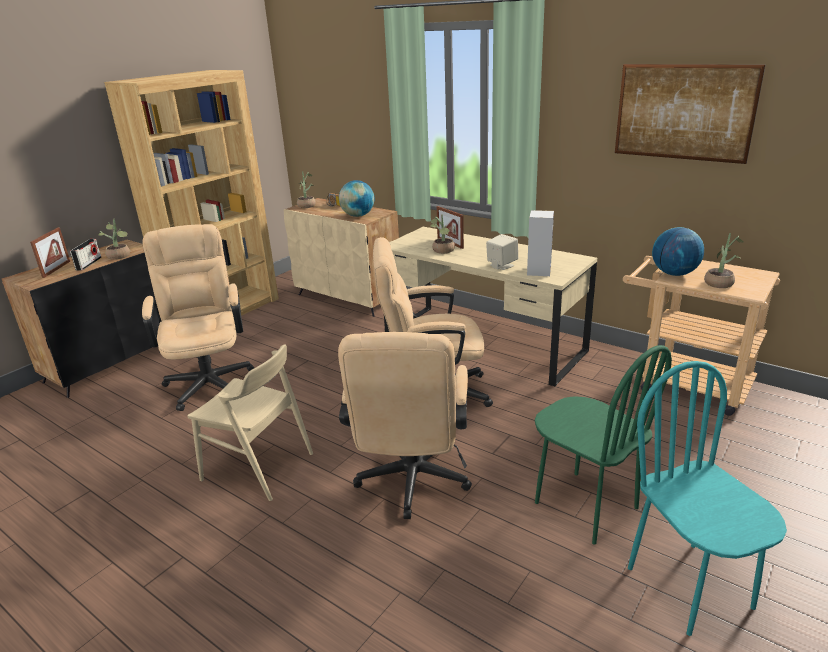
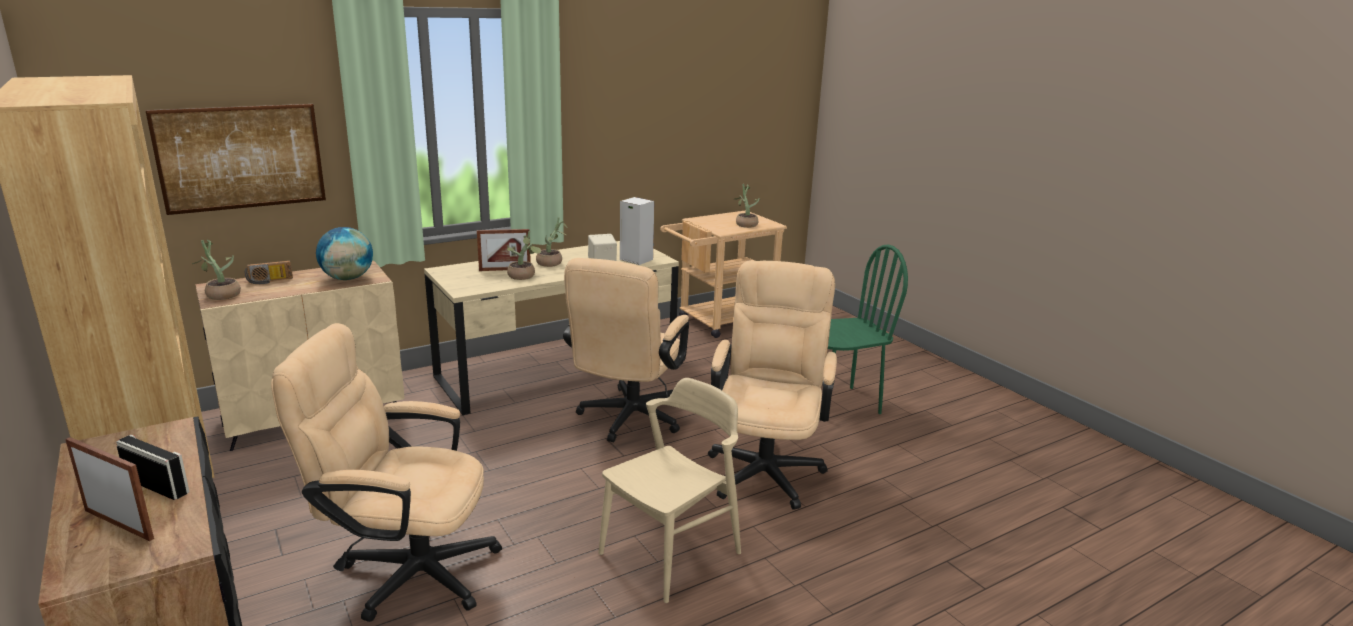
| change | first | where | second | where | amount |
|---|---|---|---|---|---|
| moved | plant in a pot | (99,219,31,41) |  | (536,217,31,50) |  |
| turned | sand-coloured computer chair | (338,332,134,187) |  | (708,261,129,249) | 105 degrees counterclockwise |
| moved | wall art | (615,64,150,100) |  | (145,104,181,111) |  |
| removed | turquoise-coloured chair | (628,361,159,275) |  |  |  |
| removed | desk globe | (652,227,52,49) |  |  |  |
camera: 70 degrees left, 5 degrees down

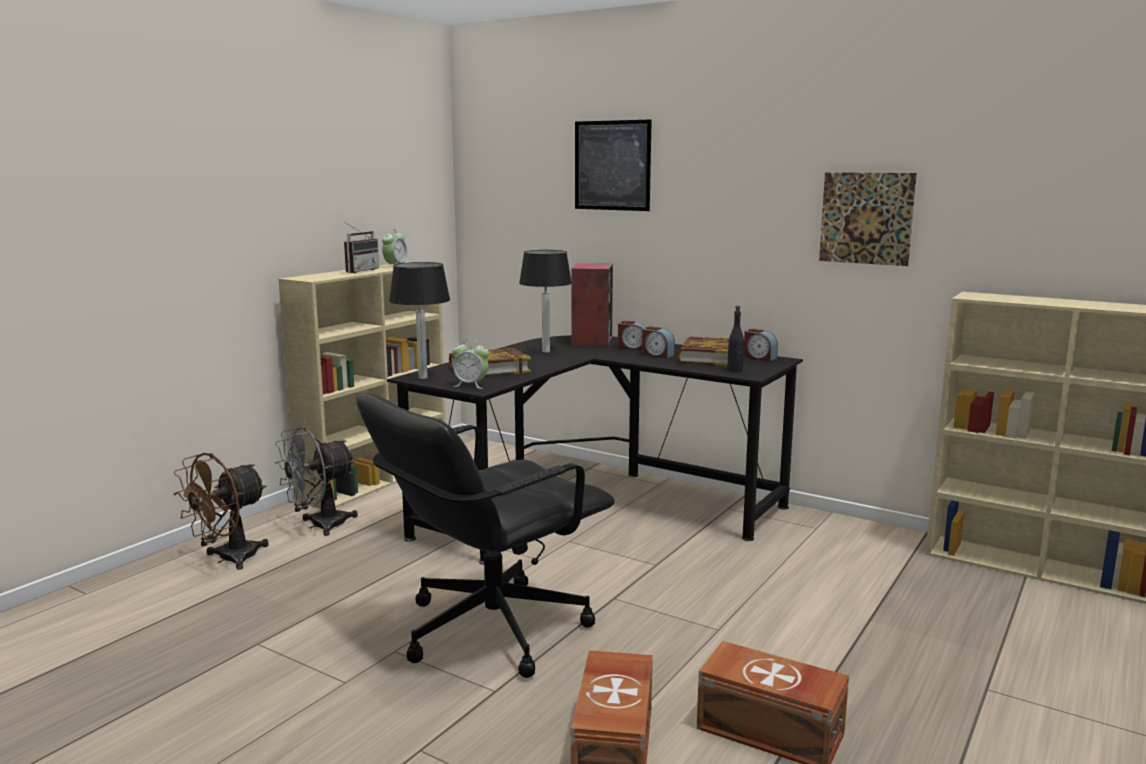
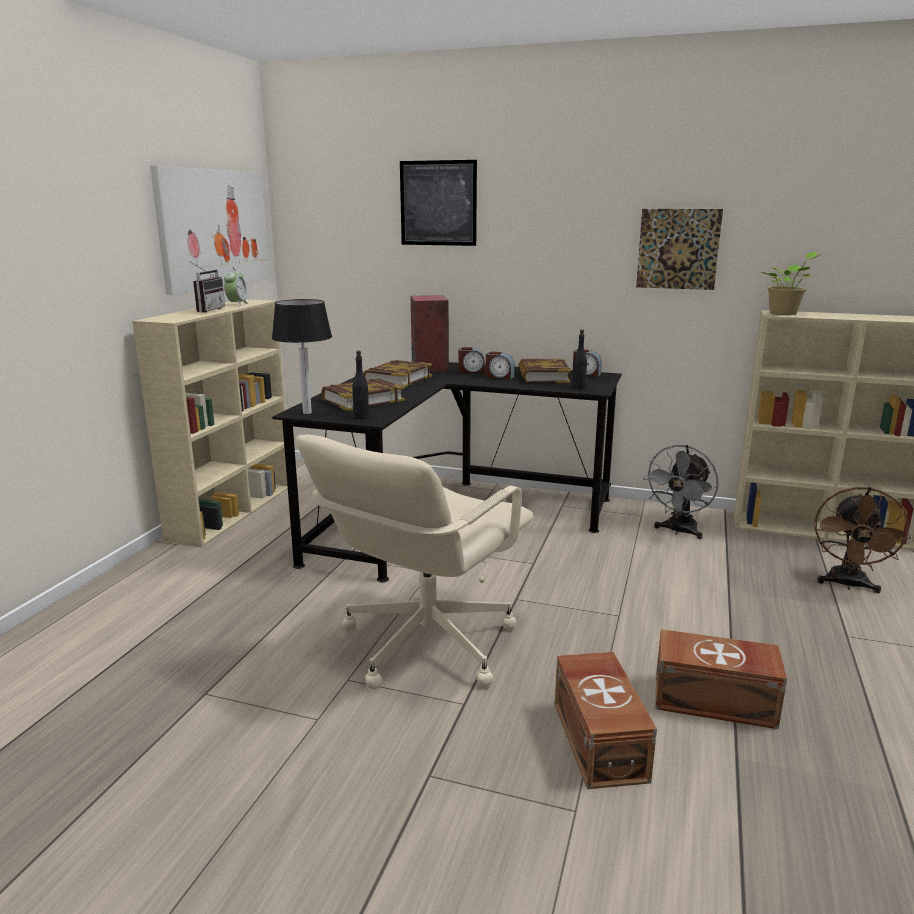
| change | first | where | second | where | amount |
|---|---|---|---|---|---|
| moved | brown-coloured electric fan | (173,453,96,117) |  | (815,487,96,106) |  |
| moved | greyish electric fan | (275,427,83,109) |  | (643,445,75,94) |  |
| recoloured | blackish computer chair | (356,393,259,285) | sand-coloured computer chair | (296,435,238,254) |  |
| replaced | alarm clock | (453,339,36,50) | blackish drink bottle | (352,351,17,68) |  |
| replaced | tabletop lamp | (519,250,53,103) | bound book | (363,360,69,27) |  |
| added |  |  | wall art | (150,165,120,130) |  |
| added |  |  | plant in a pot | (761,252,60,63) |  |
camera: 15 degrees left, 5 degrees up

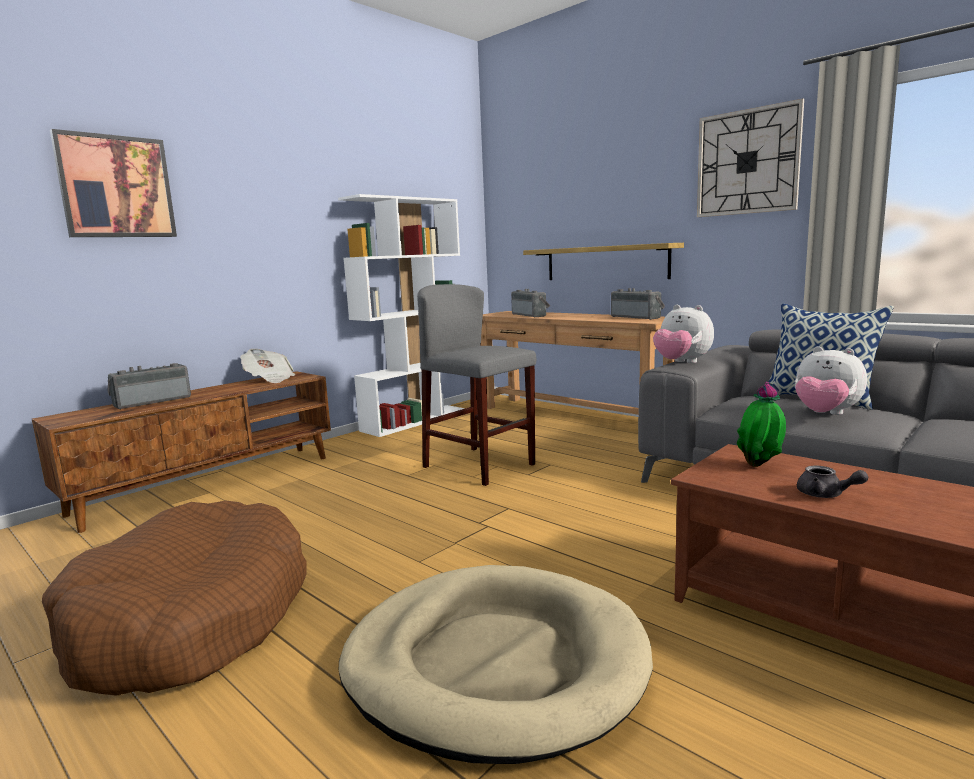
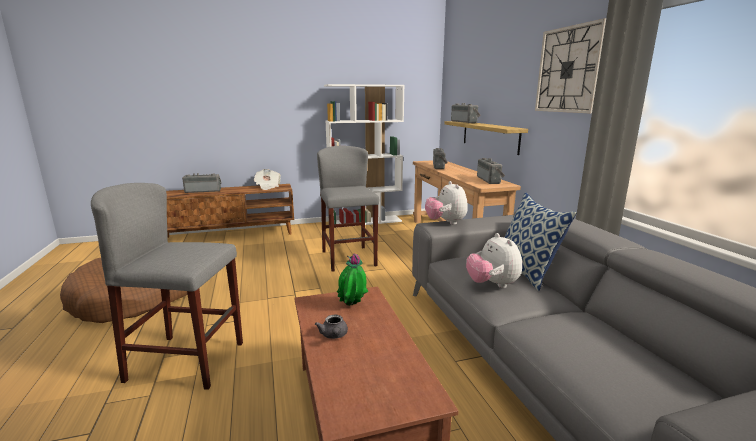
| change | first | where | second | where | amount |
|---|---|---|---|---|---|
| removed | wall art | (50,129,127,108) |  |  |  |
| replaced | sand-coloured dog cushion | (339,565,314,199) | greyish sitting stool | (91,183,152,207) |  |
| added |  |  | radio set | (451,103,29,20) |  |
camera: 30 degrees right, 5 degrees up

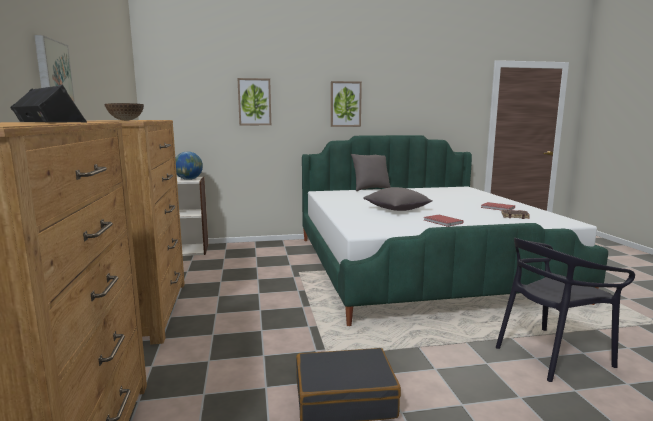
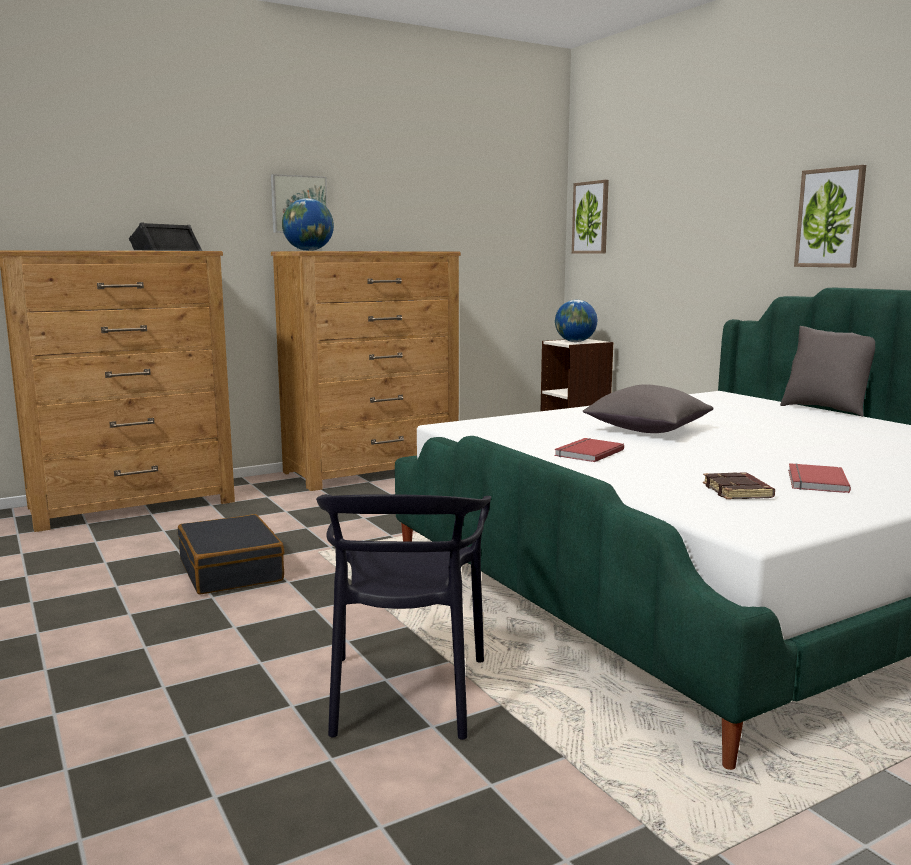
| change | first | where | second | where | amount |
|---|---|---|---|---|---|
| replaced | bowl | (104,103,40,18) | desk globe | (282,198,52,53) |  |
| moved | wall art | (237,78,34,47) |  | (572,180,37,74) |  |
| turned | blackish chair | (496,238,139,144) |  | (316,494,175,246) | 135 degrees counterclockwise |
camera: 70 degrees right, 0 degrees up

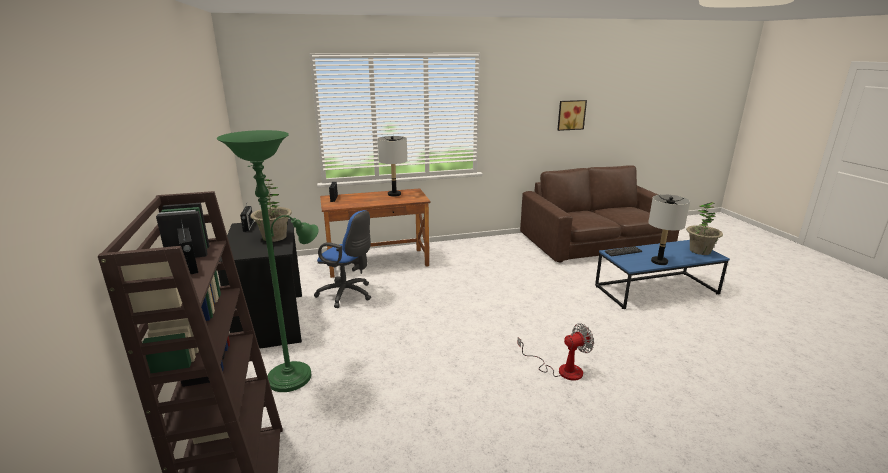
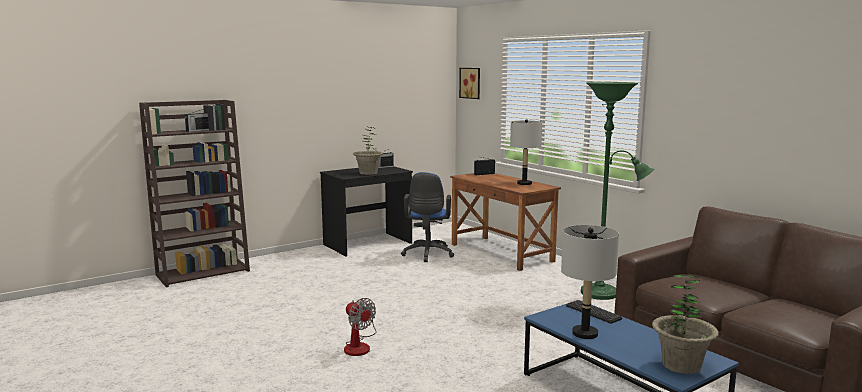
| change | first | where | second | where | amount |
|---|---|---|---|---|---|
| moved | green-coloured standing lamp | (217,130,102,262) |  | (581,82,73,218) |  |
| moved | wall art | (558,100,29,31) |  | (459,68,21,31) |  |
camera: 70 degrees right, 10 degrees down

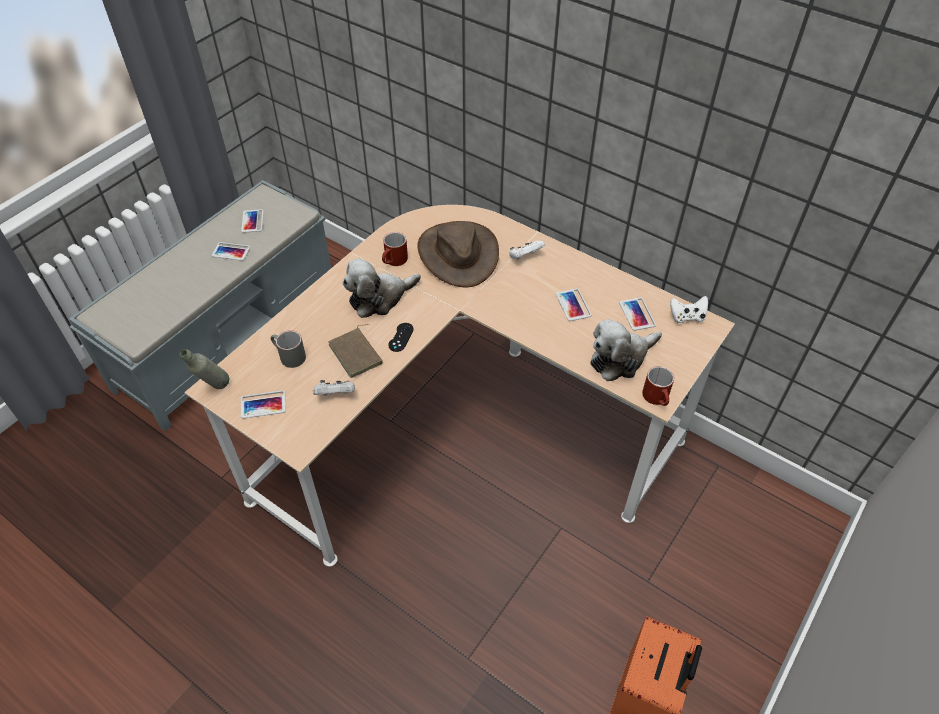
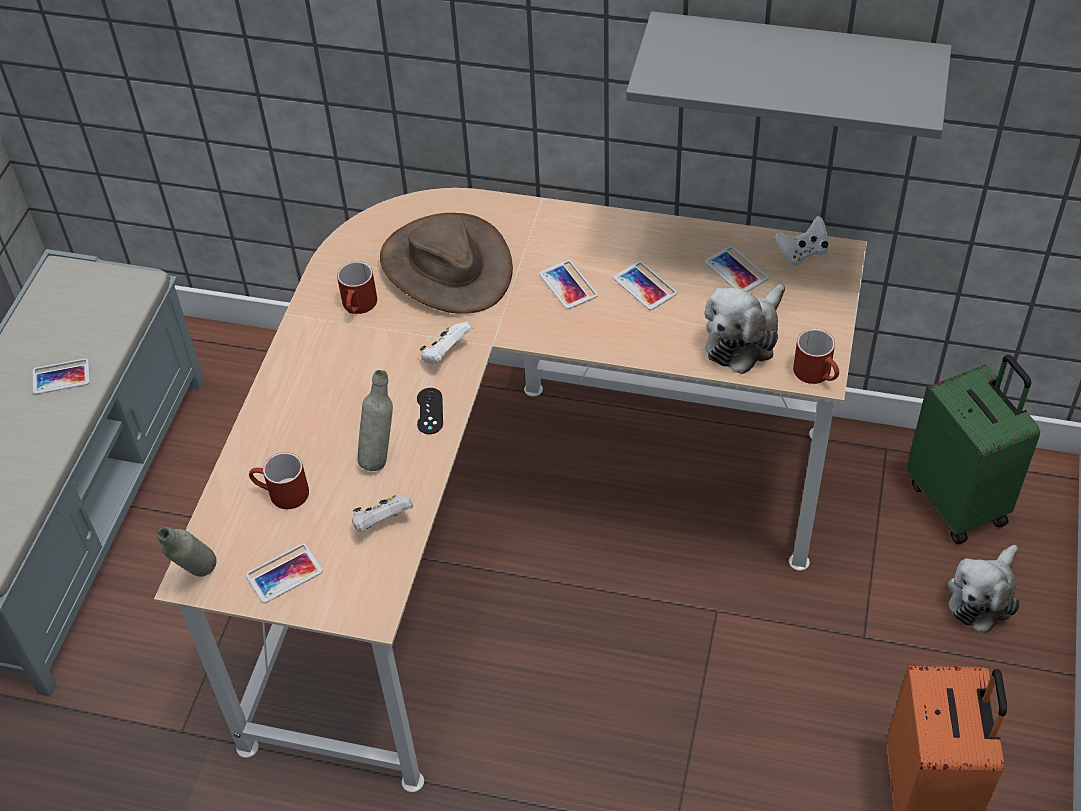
| change | first | where | second | where | amount |
|---|---|---|---|---|---|
| moved | handset | (241,209,23,24) |  | (539,260,59,49) |  |
| recoloured | greyish coffee mug | (271,330,35,38) | red coffee mug | (249,452,60,57) |  |
| replaced | brown-coloured bound book | (328,324,55,54) | greyish drink bottle | (357,370,36,101) |  |
| moved | cuddly toy | (342,258,79,60) |  | (948,545,72,89) |  |
| moved | white joypad | (509,241,36,19) |  | (420,322,52,42) |  |
| added |  |  | greyish shelf | (626,11,326,128) |  |
| added |  |  | green-coloured piece of luggage | (907,355,133,189) |  |
camera: 20 degrees left, 0 degrees up

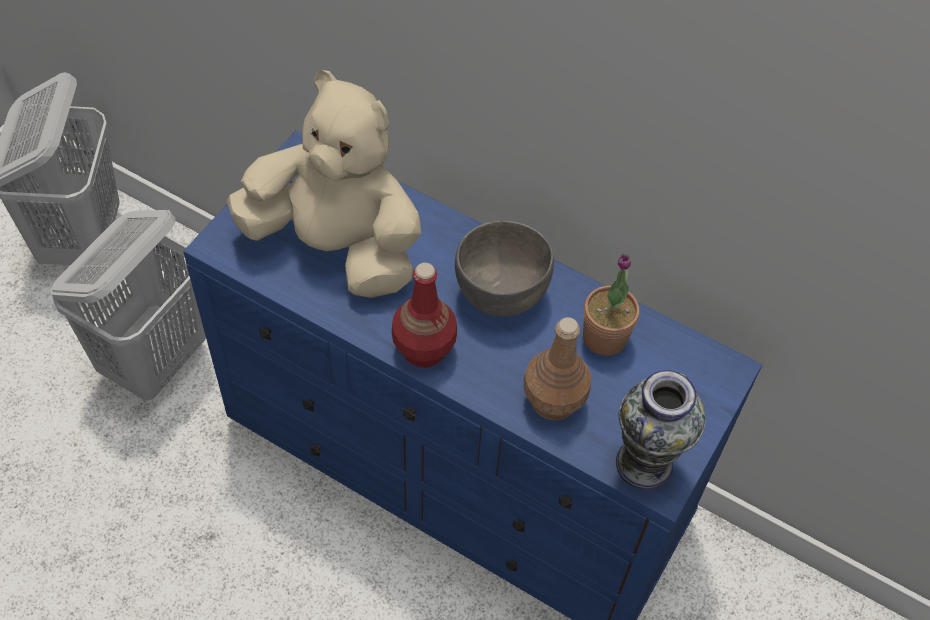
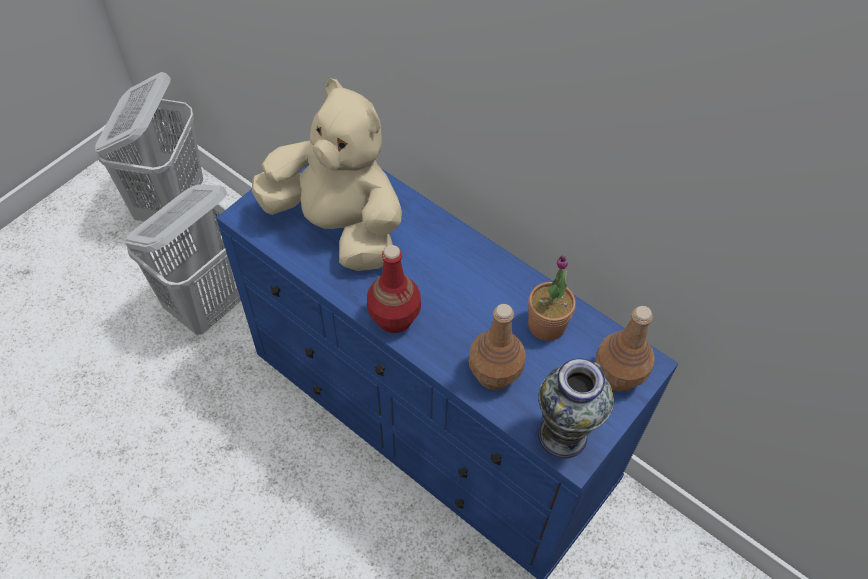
| change | first | where | second | where | amount |
|---|---|---|---|---|---|
| removed | greyish bowl | (455,221,99,96) |  |  |  |
| added |  |  | brown-coloured drink bottle | (595,306,60,86) |  |
camera: 10 degrees right, 0 degrees up

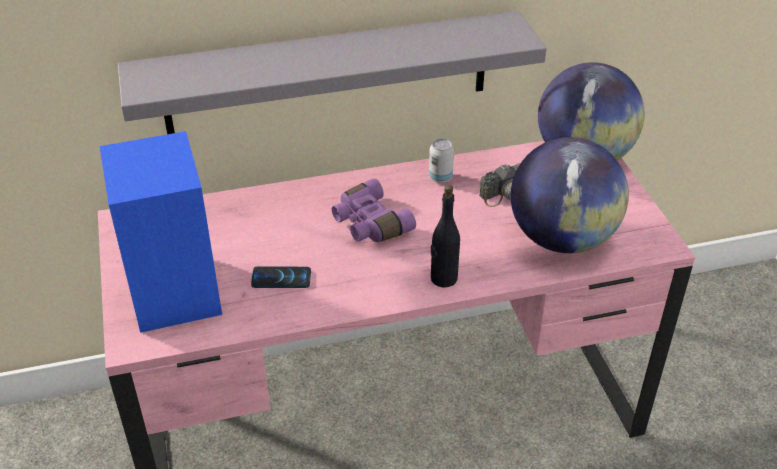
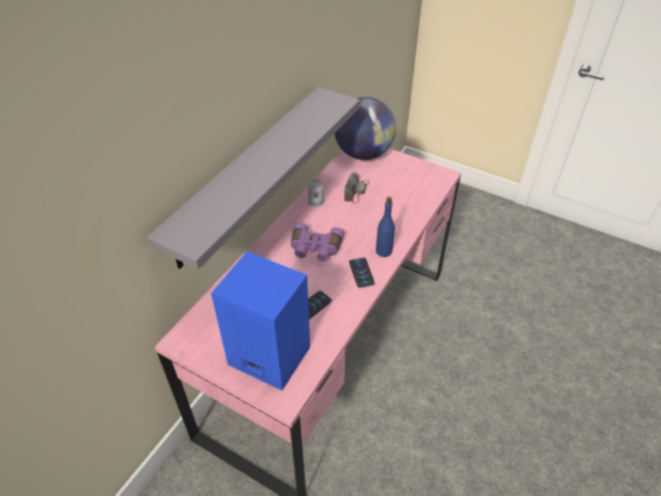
| change | first | where | second | where | amount |
|---|---|---|---|---|---|
| recoloured | blackish drink bottle | (431,185,29,103) | blue drink bottle | (376,197,19,60) |  |
| removed | desk globe | (511,137,118,116) |  |  |  |
| added |  |  | handset | (349,258,26,30) |  |
camera: 45 degrees left, 5 degrees up

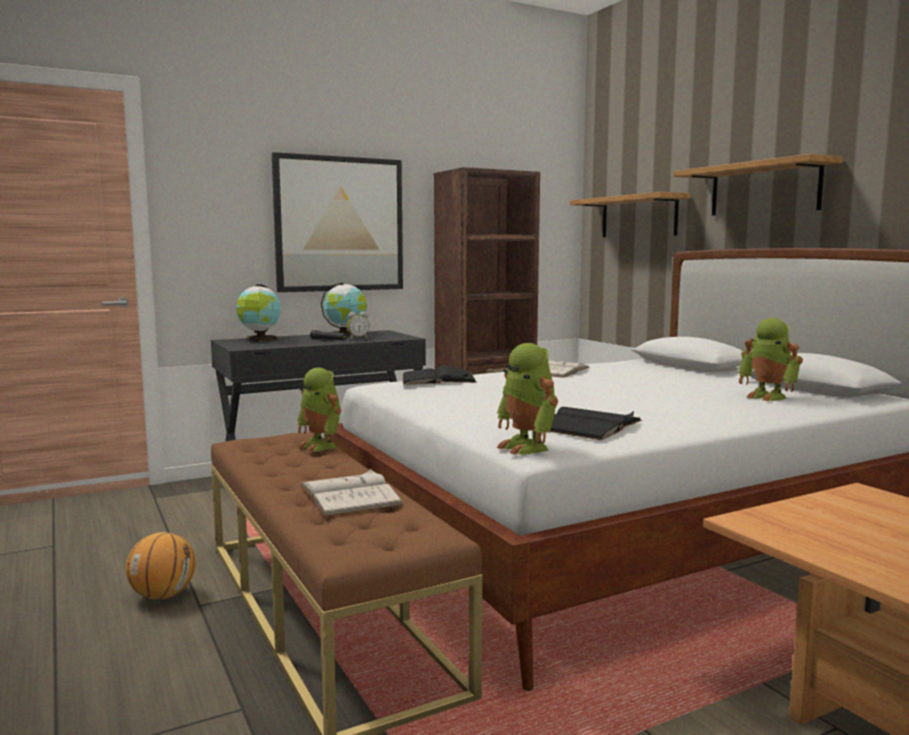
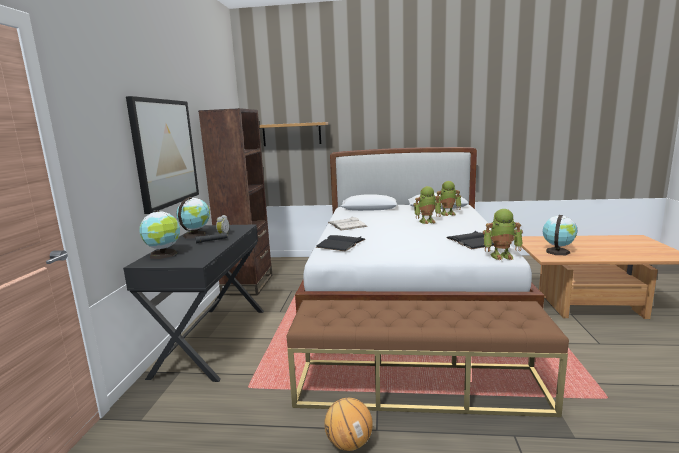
| change | first | where | second | where | amount |
|---|---|---|---|---|---|
| moved | robot figure | (297,368,44,84) |  | (413,186,28,38) |  |
| removed | white bound book | (300,469,104,48) |  |  |  |
| removed | shelf | (674,154,168,62) |  |  |  |
| added |  |  | desk globe | (542,215,36,40) |  |
camera: 55 degrees left, 5 degrees up

